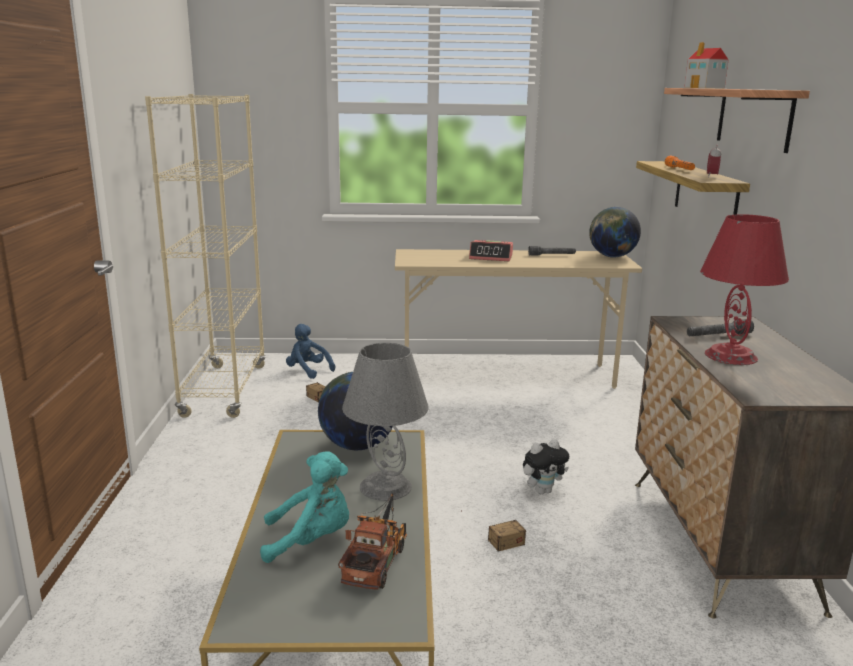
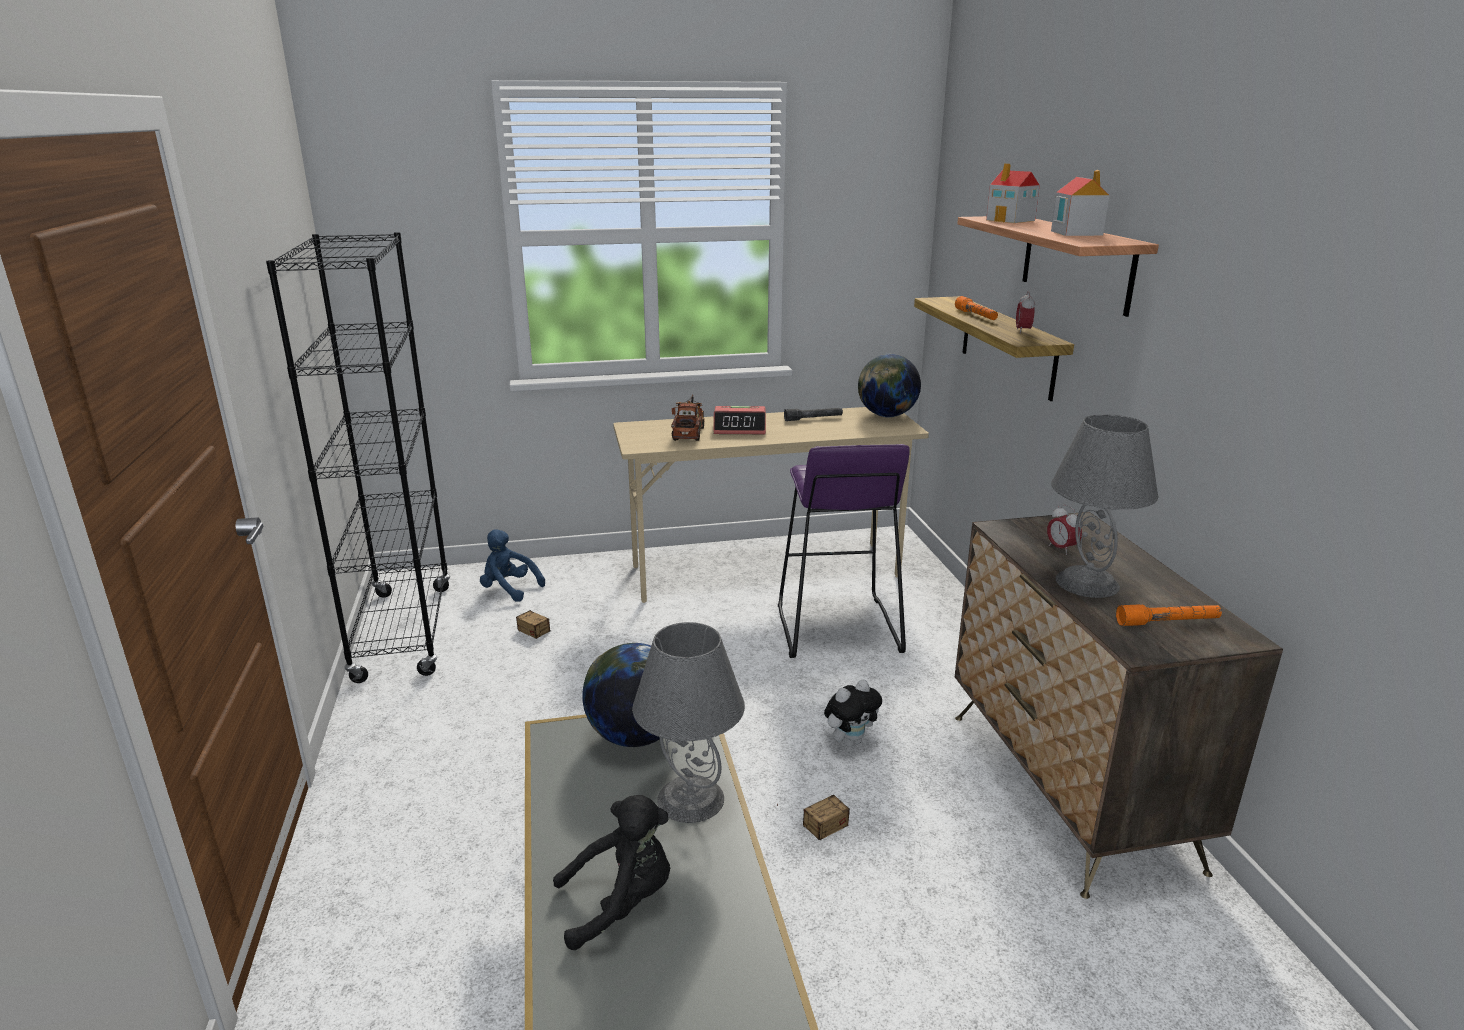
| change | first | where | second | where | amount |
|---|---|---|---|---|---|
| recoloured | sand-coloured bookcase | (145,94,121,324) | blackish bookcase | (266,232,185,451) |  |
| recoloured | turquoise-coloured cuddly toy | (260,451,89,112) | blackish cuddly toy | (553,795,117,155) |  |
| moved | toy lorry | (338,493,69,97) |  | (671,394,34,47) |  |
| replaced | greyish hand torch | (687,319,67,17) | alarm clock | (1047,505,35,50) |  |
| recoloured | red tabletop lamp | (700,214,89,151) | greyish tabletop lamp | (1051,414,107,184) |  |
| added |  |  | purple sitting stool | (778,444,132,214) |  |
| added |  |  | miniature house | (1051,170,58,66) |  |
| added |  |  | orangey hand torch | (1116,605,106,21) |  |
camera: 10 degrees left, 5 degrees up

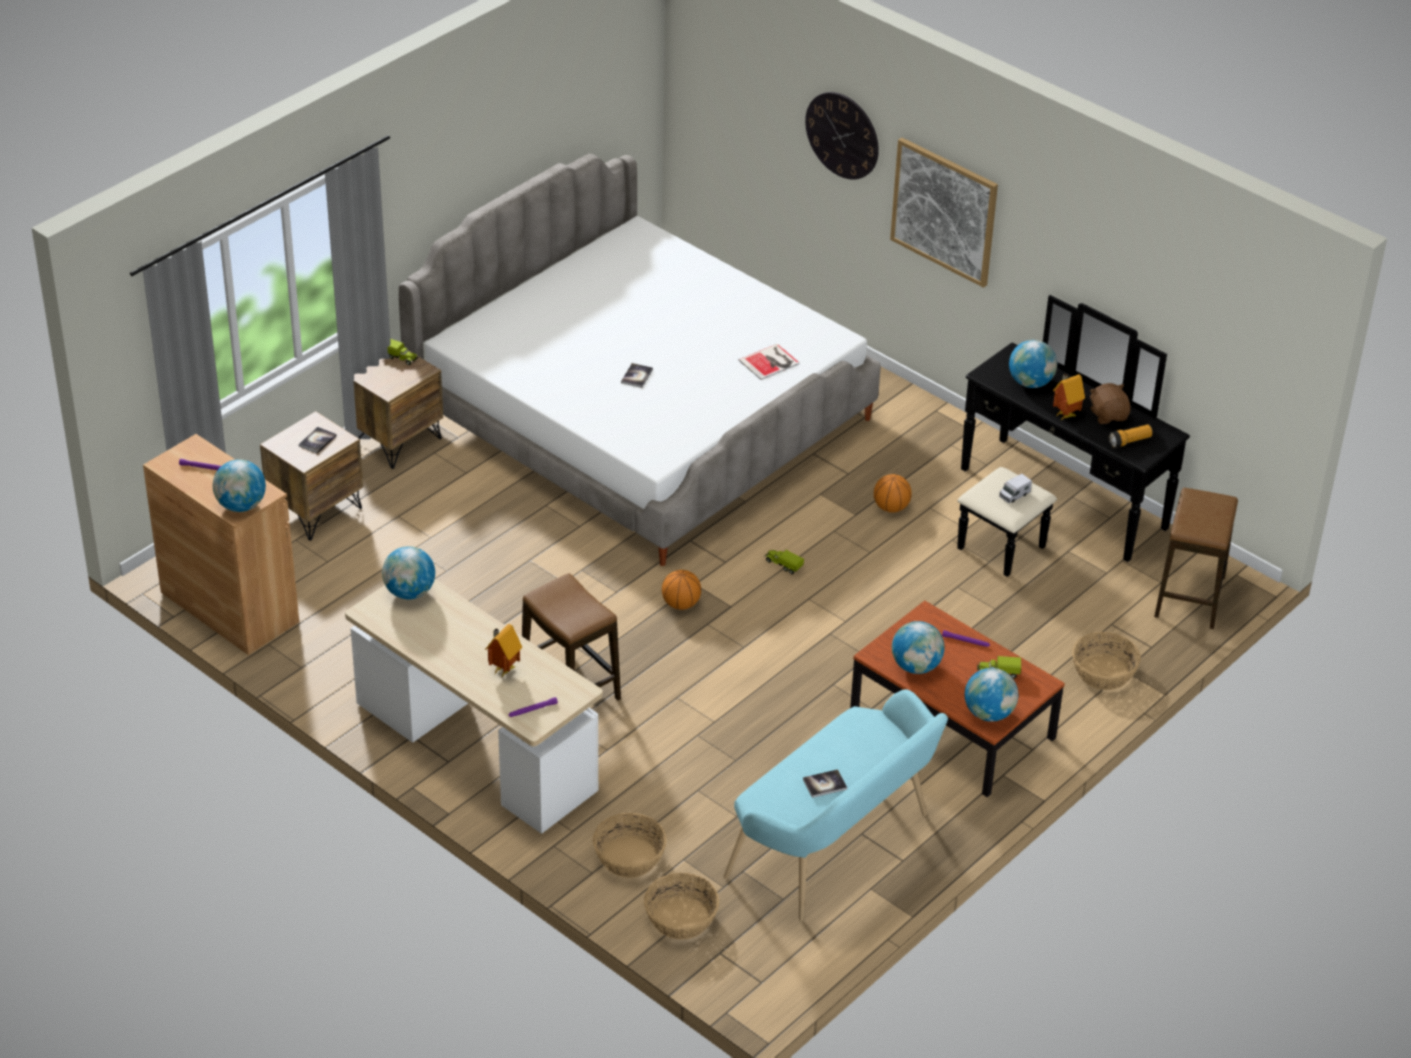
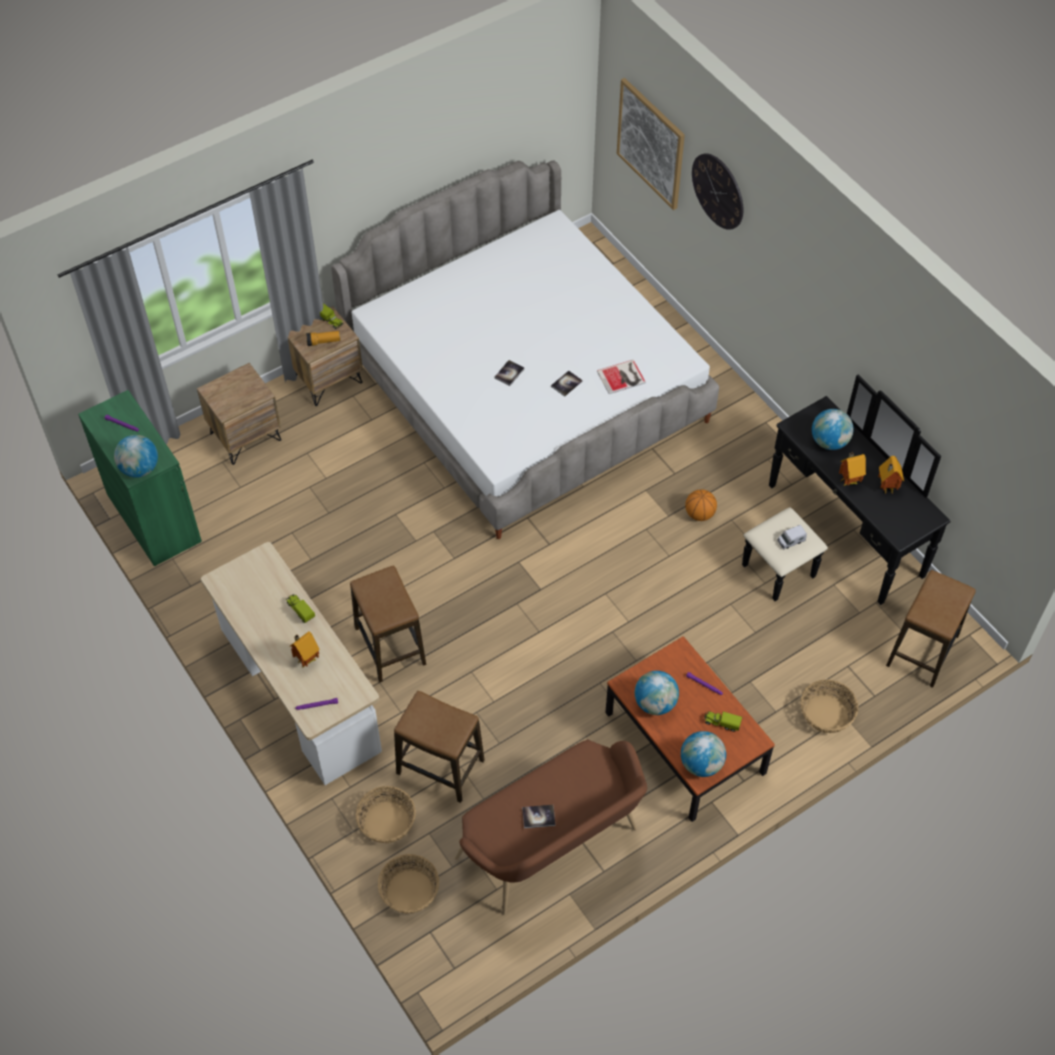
| change | first | where | second | where | amount |
|---|---|---|---|---|---|
| recoloured | brown-coloured cupboard | (143,434,156,221) | green-coloured cupboard | (78,390,124,176) |  |
| moved | bound book | (299,427,38,27) |  | (551,371,31,26) |  |
| removed | desk globe | (382,546,53,53) |  |  |  |
| removed | basketball ball | (662,570,39,40) |  |  |  |
| recoloured | turquoise-coloured long seat | (723,689,225,232) | brown-coloured long seat | (455,739,192,176) |  |
| moved | toy lorry | (764,550,40,24) |  | (286,594,29,29) |  |
| moved | wall art | (890,138,108,150) |  | (617,78,68,132) |  |
| replaced | brown-coloured cuddly toy | (1090,383,40,41) | miniature house | (878,456,26,38) |  |
| moved | hand torch | (1109,424,43,24) |  | (306,331,34,15) |  |
| added |  |  | sitting stool | (394,691,91,112) |  |
camera: 15 degrees right, 15 degrees up

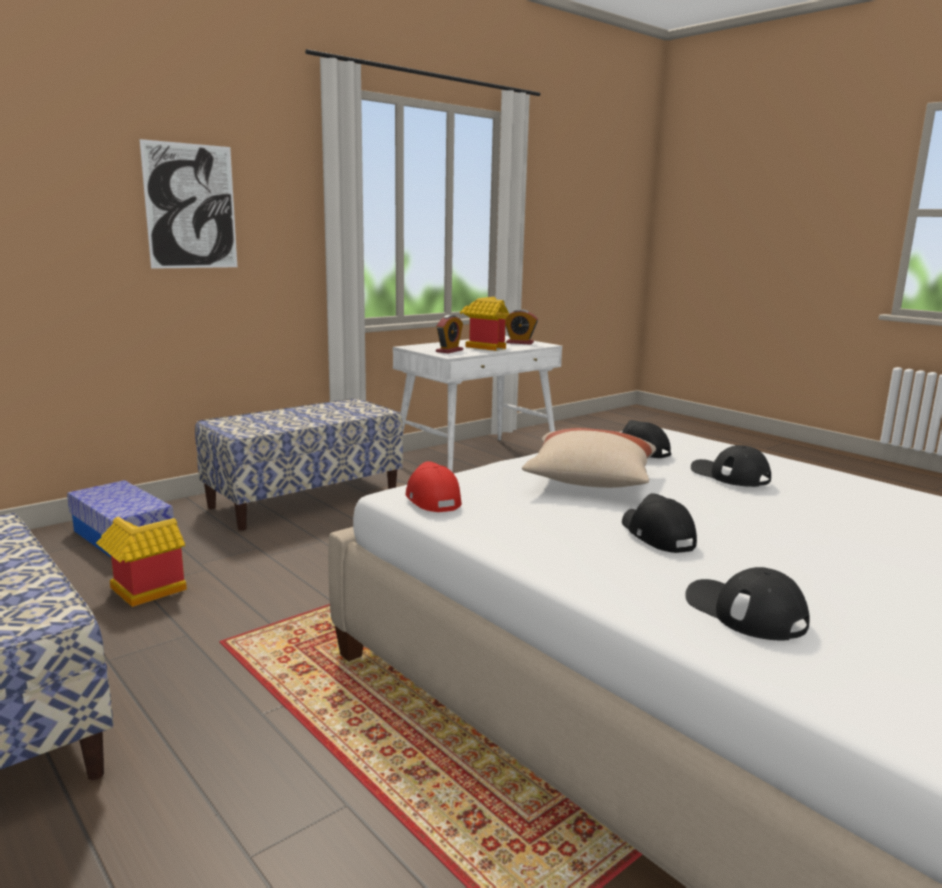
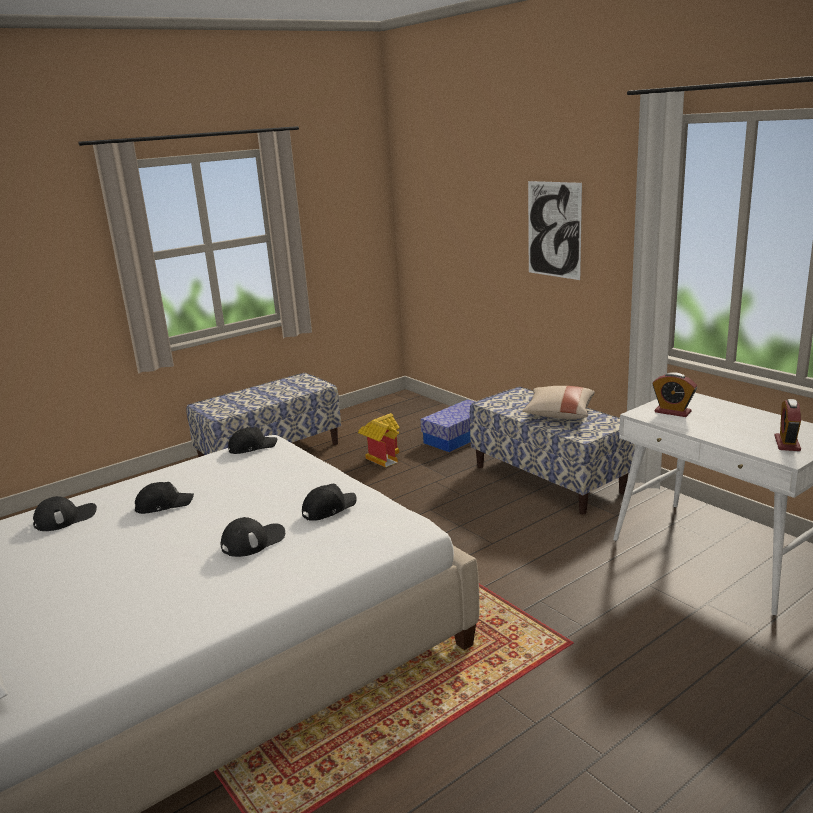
| change | first | where | second | where | amount |
|---|---|---|---|---|---|
| recoloured | red baseball cap | (406,461,56,51) | blackish baseball cap | (228,427,49,27) |  |
| removed | miniature house | (460,297,49,54) |  |  |  |
| moved | sand-coloured pillow | (522,428,134,60) |  | (522,386,73,33) |  |
camera: 95 degrees right, 5 degrees up

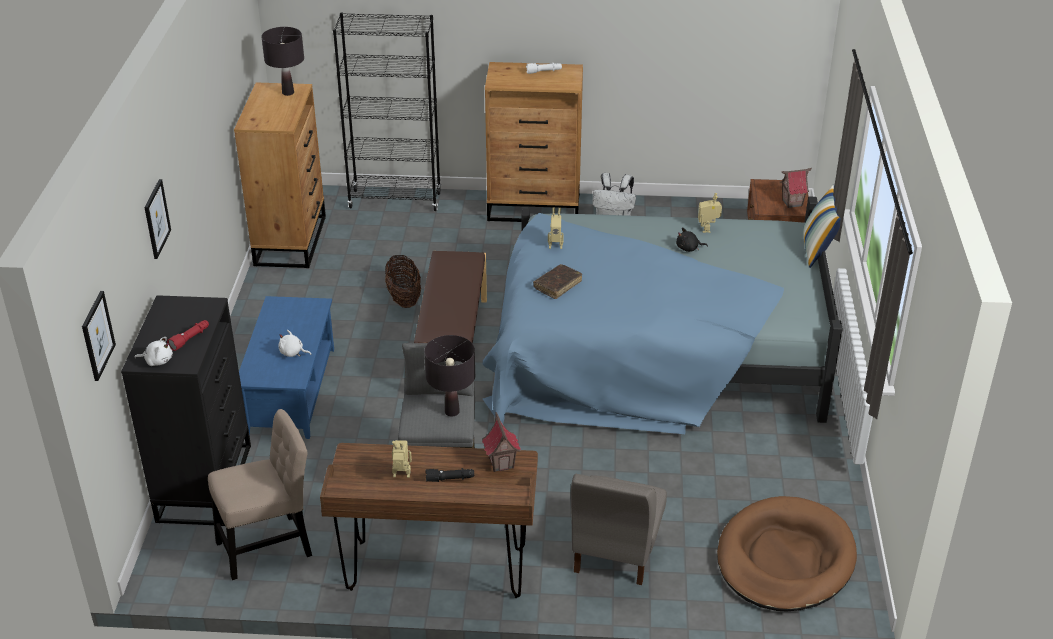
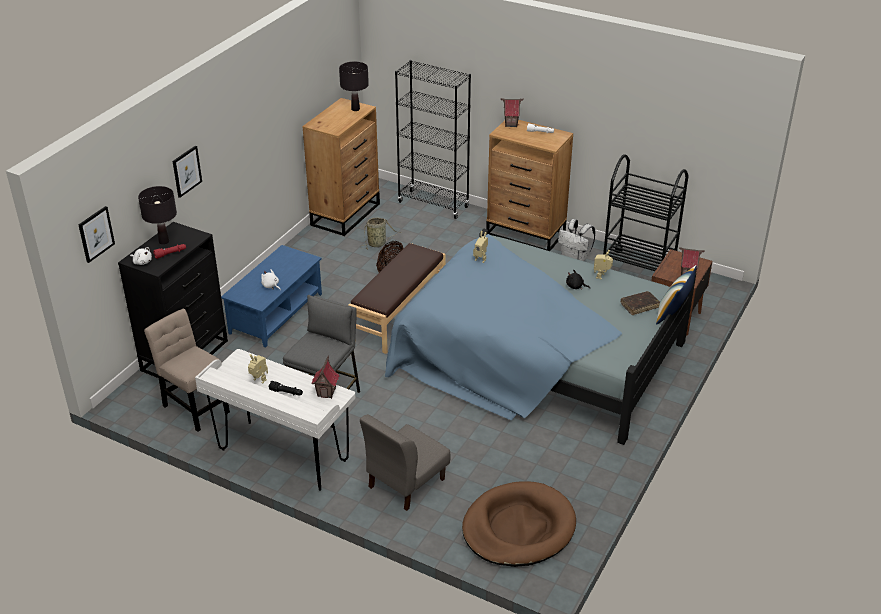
| change | first | where | second | where | amount |
|---|---|---|---|---|---|
| turned | sand-coloured chair | (208,409,104,171) |  | (144,309,86,123) | 135 degrees counterclockwise |
| recoloured | brown-coloured desk | (320,443,218,155) | white desk | (195,349,160,142) |  |
| moved | blackish tabletop lamp | (424,335,51,82) |  | (138,186,39,58) |  |
| moved | brown-coloured bound book | (533,264,49,35) |  | (621,291,39,24) |  |
| added |  |  | basket | (360,218,41,31) |  |
| added |  |  | miniature house | (501,98,23,29) |  |
| added |  |  | blackish cart | (603,154,86,117) |  |
camera: 25 degrees right, 0 degrees up

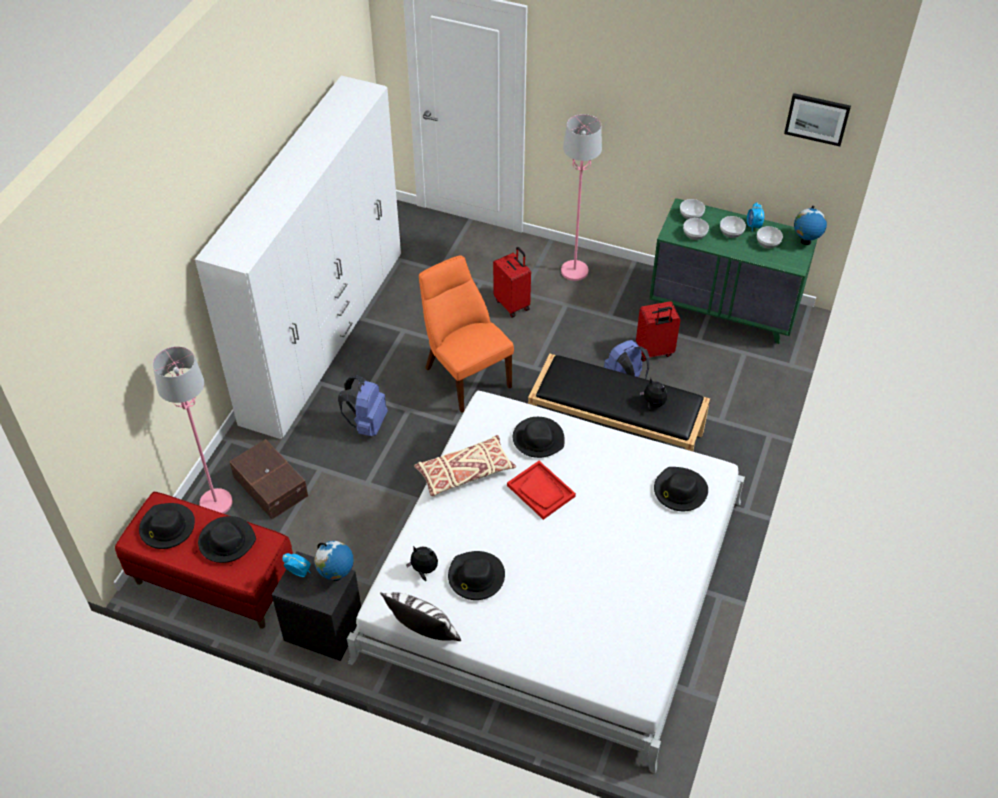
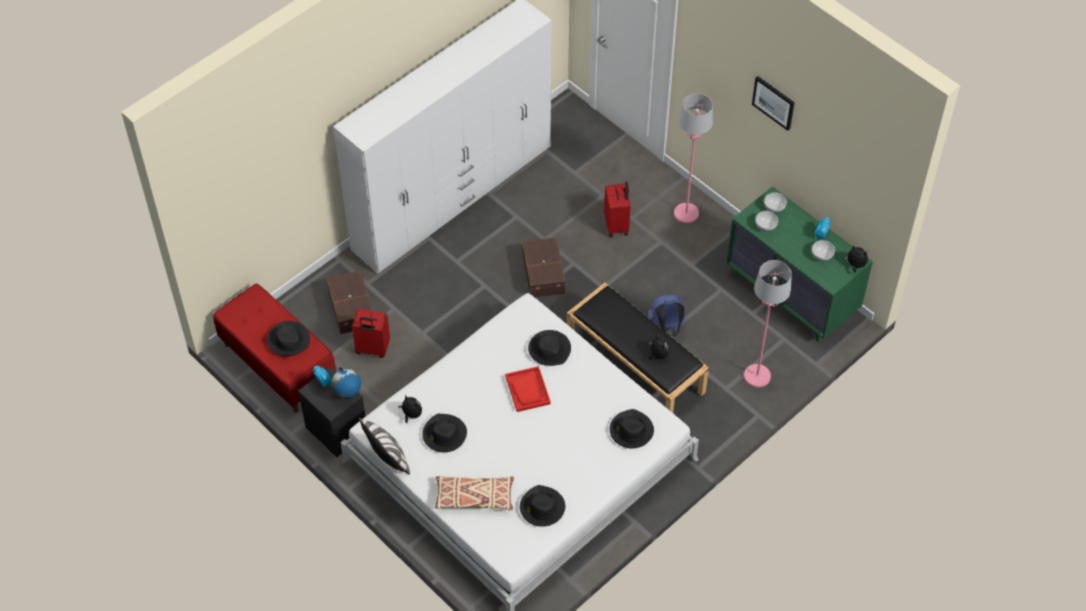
| change | first | where | second | where | amount |
|---|---|---|---|---|---|
| moved | blackish hat | (139,503,56,46) |  | (520,485,45,42) |  |
| moved | pink standing lamp | (153,346,80,168) |  | (744,260,48,128) |  |
| removed | blue rucksack | (338,376,50,60) |  |  |  |
| moved | sand-coloured pillow | (414,435,102,61) |  | (435,476,79,35) |  |
| replaced | orangey chair | (419,255,95,158) | brown-coloured storage container | (522,237,43,60) |  |
| moved | red piece of luggage | (636,301,45,61) |  | (352,309,38,49) |  |
| removed | bowl | (720,216,26,22) |  |  |  |
| moved | wall art | (784,93,67,53) |  | (752,76,43,55) |  |
| replaced | desk globe | (794,206,33,39) | cuddly toy | (844,245,24,27) |  |
camera: 25 degrees right, 5 degrees up

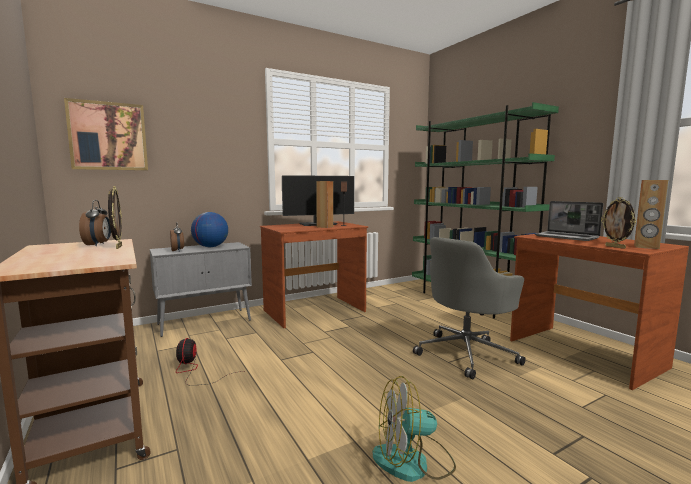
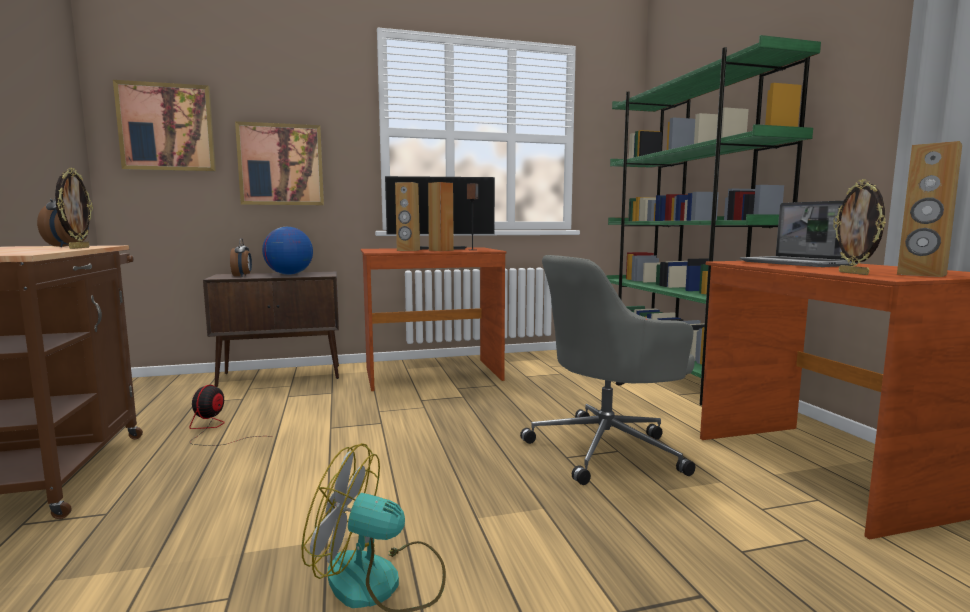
| change | first | where | second | where | amount |
|---|---|---|---|---|---|
| recoloured | greyish cupboard | (150,242,102,95) | brown-coloured cupboard | (203,272,136,115) |  |
| added |  |  | wall art | (235,121,89,84) |  |
| added |  |  | brown-coloured speaker | (395,182,25,69) |  |
camera: 15 degrees right, 0 degrees up

